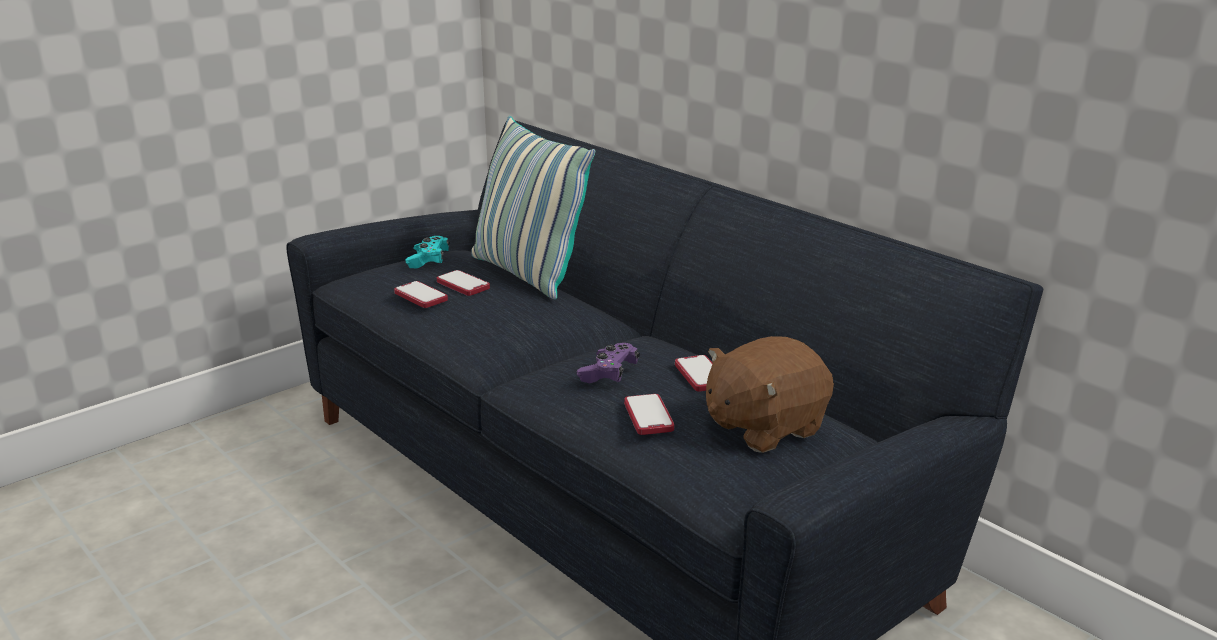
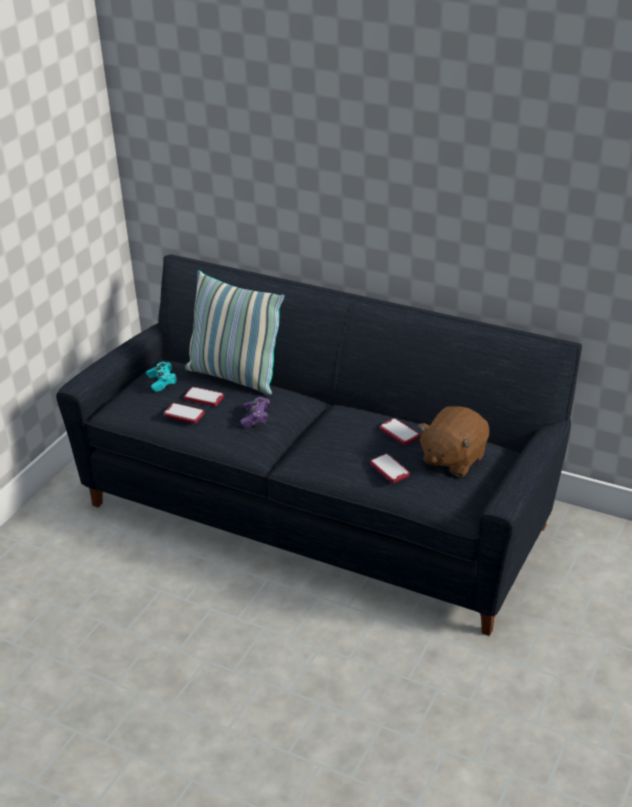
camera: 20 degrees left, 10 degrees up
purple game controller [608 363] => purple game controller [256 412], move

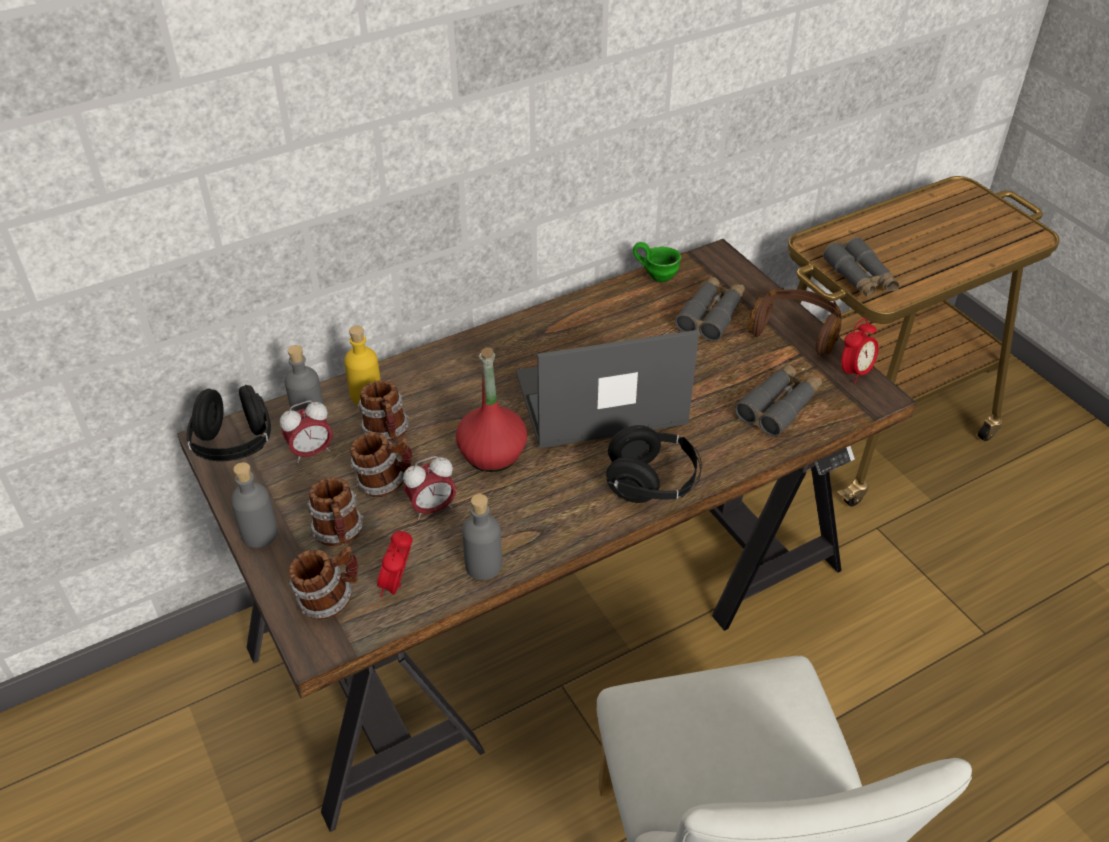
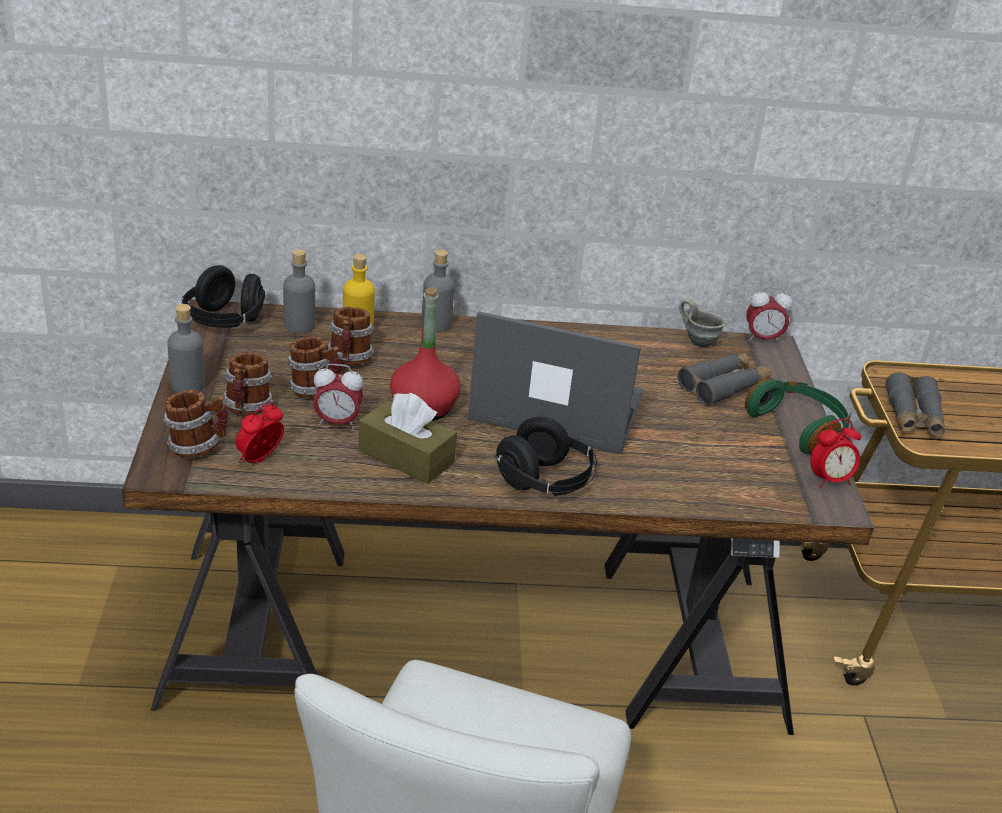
camera: 25 degrees right, 10 degrees down
alarm clock [306 431] => alarm clock [769 315], move
grey bottle [482 537] => grey bottle [438 290], move
green mug [657 262] => grey mug [702 322]
grey binoculars [778 400] => nothing
brown headphones [795 321] => green headphones [798 416]
nothing => brown tissue box [407 438]

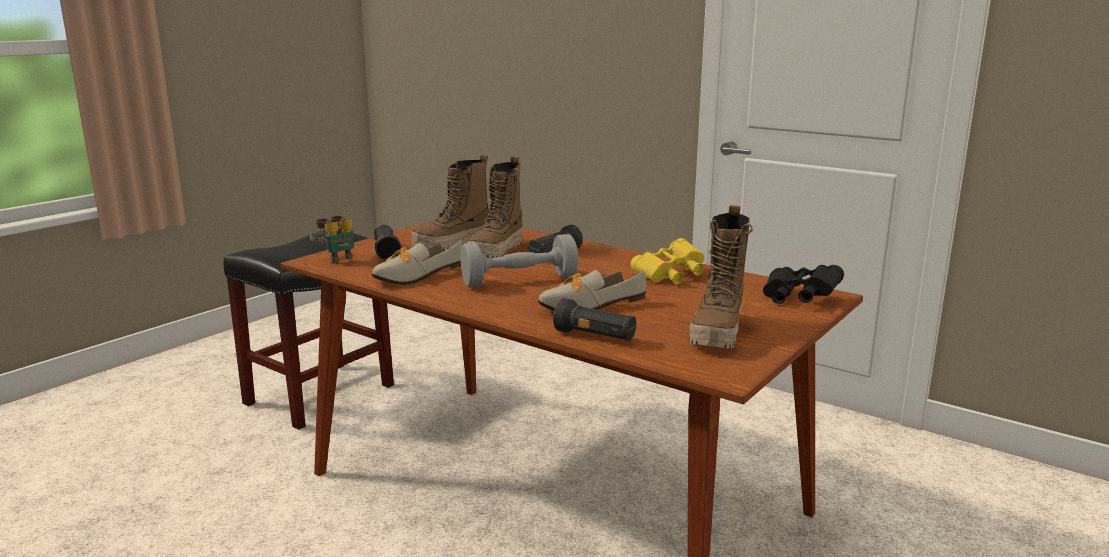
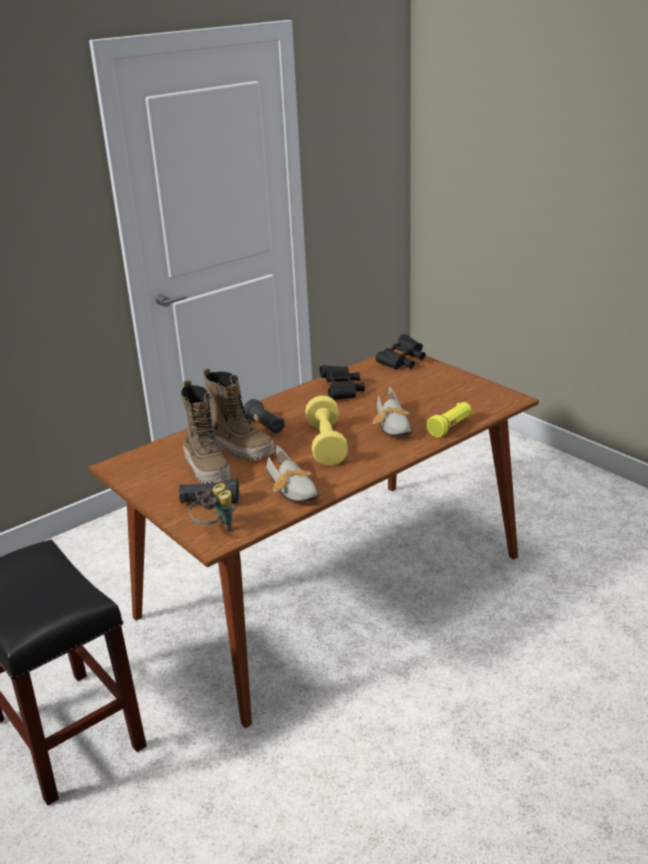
camera: 75 degrees left, 10 degrees up
grey dumbbell [519 261] => yellow dumbbell [326 431]
black flashlight [594 319] => yellow flashlight [449 420]
yellow binoculars [668 261] => black binoculars [342 382]
boot [721 277] => nothing

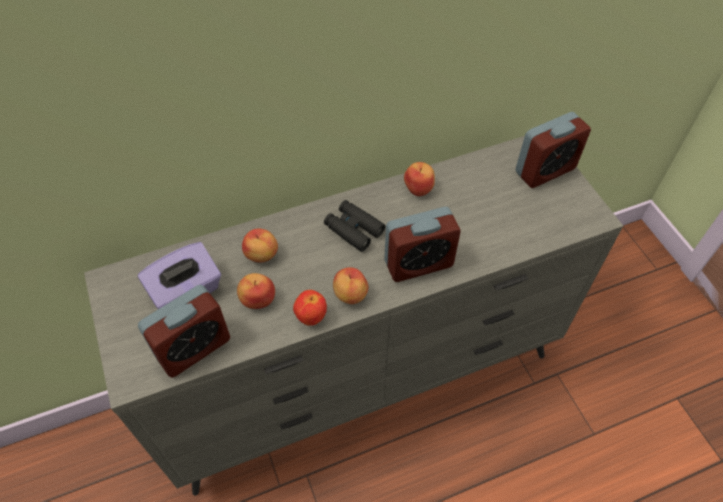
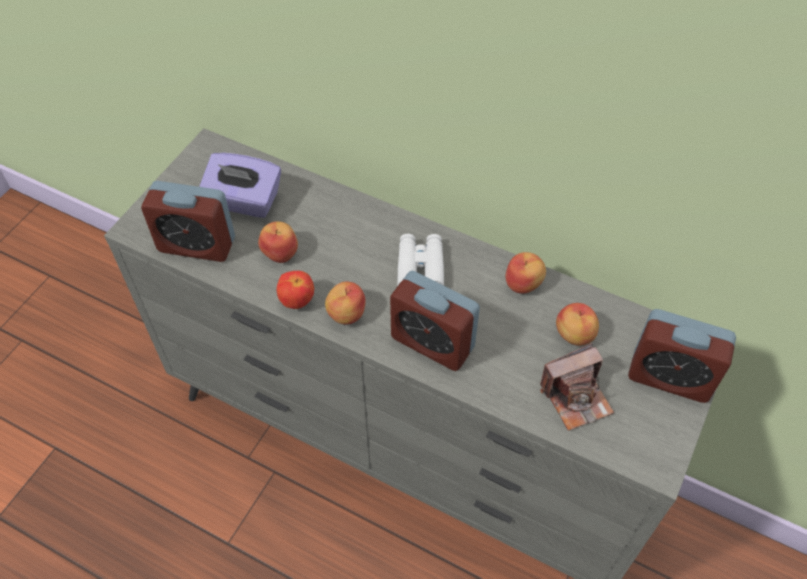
camera: 50 degrees right, 0 degrees up
apple [260 245] => apple [577 324], move
black binoculars [354 226] => white binoculars [420 260]
nothing => photo camera [577 387]

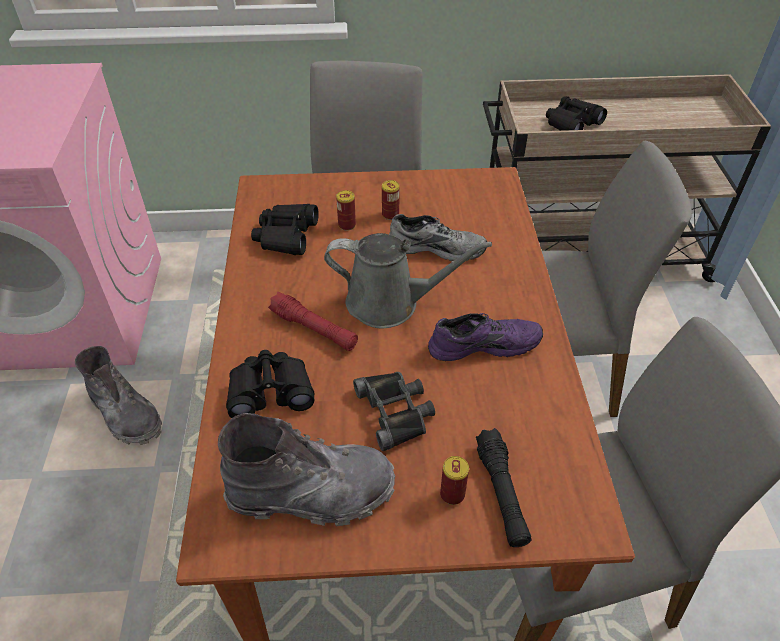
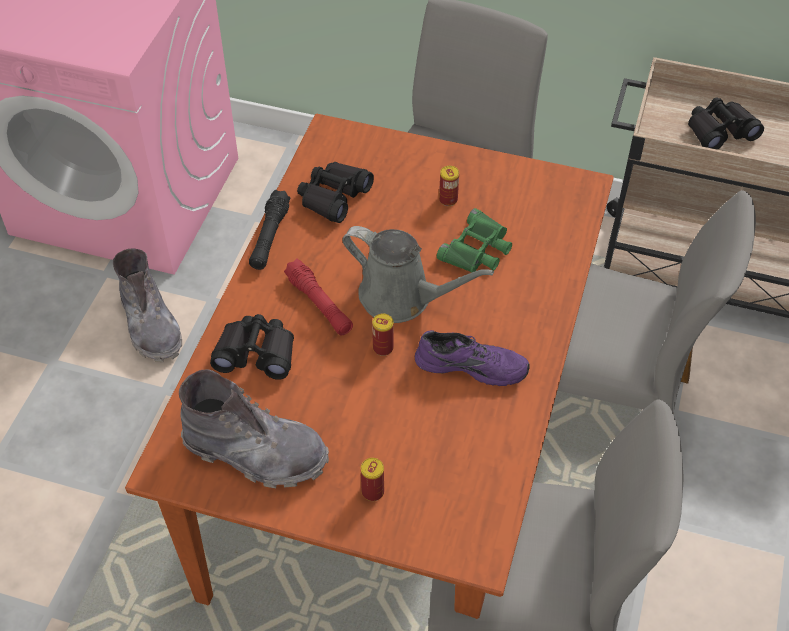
camera: 20 degrees right, 5 degrees up
can [346 210] => can [383 334], move
black binoculars [394 411] => nothing
grey shoe [438 237] => green binoculars [474 240]
black flashlight [503 487] => black flashlight [269 230], move

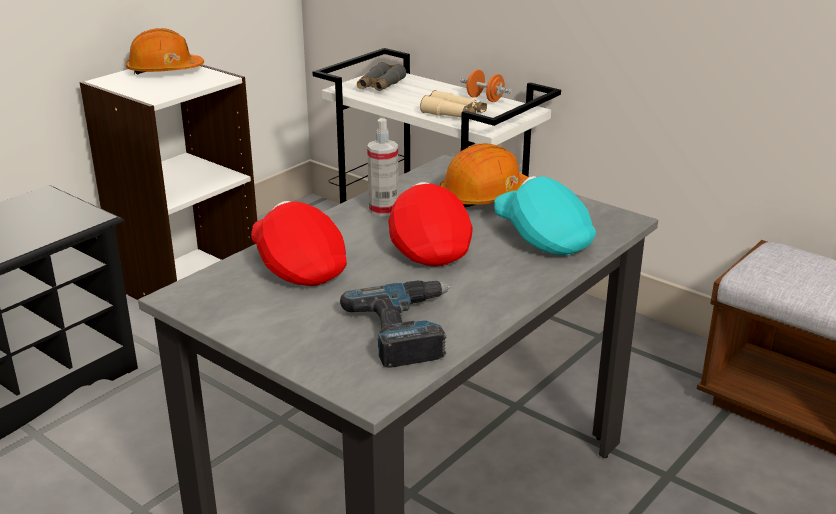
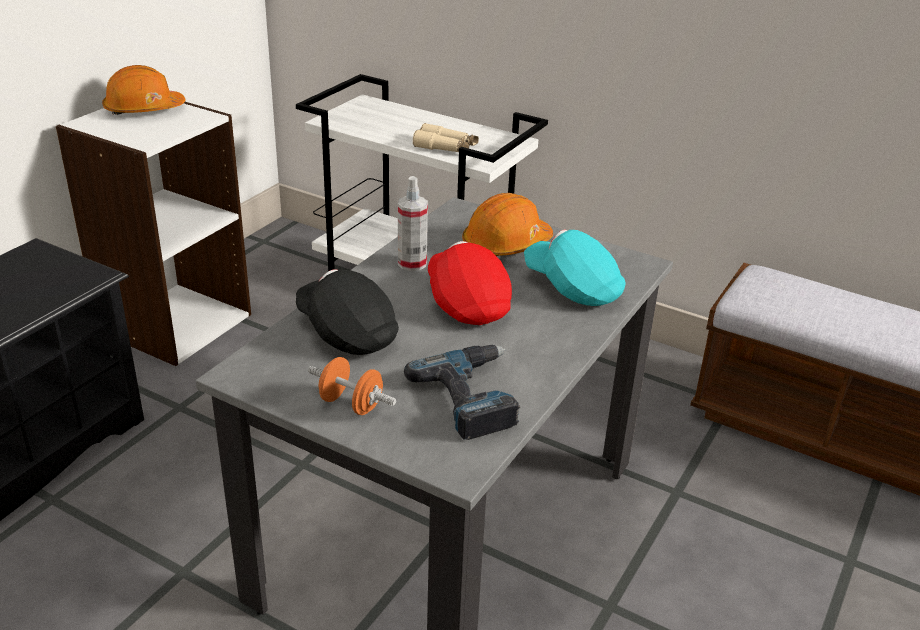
camera: 10 degrees left, 5 degrees up
red cap [299 243] => black cap [347 312]
grey binoculars [381 76] => nothing
orange dumbbell [486 86] => orange dumbbell [352 386], move

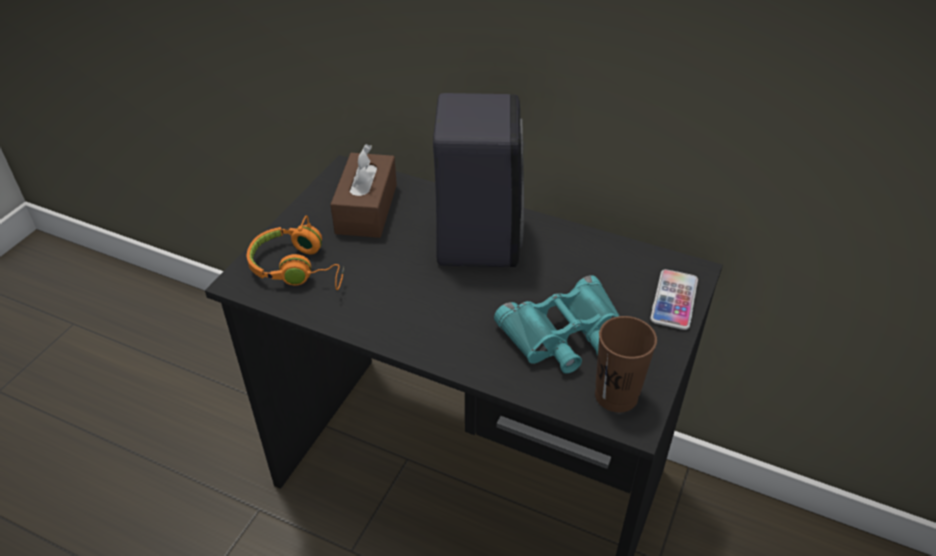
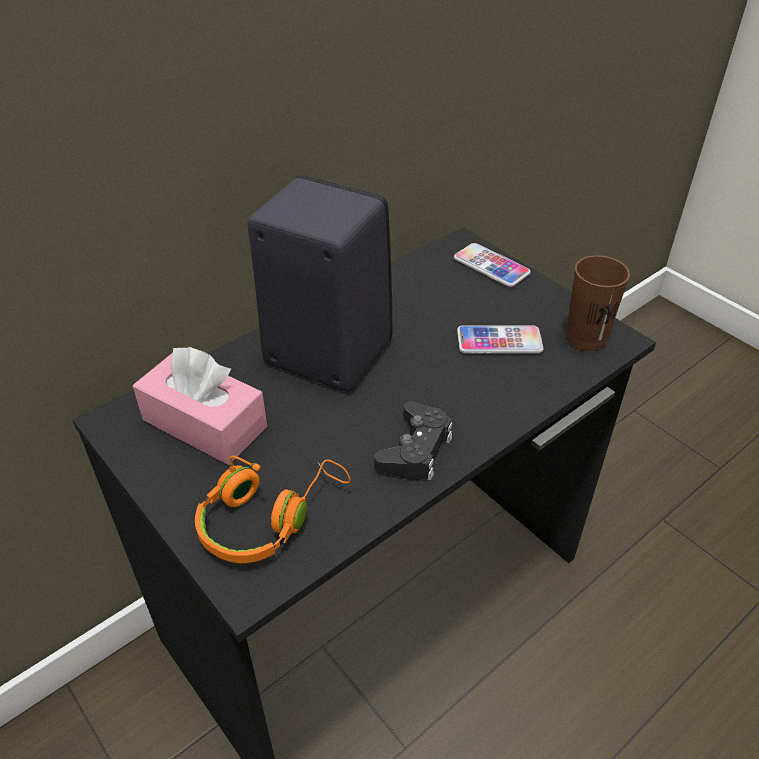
camera: 65 degrees left, 0 degrees up
brown tissue box [363 191] => pink tissue box [200 406]
turquoise binoculars [556 324] => phone [500 339]
nothing => black game controller [413 440]

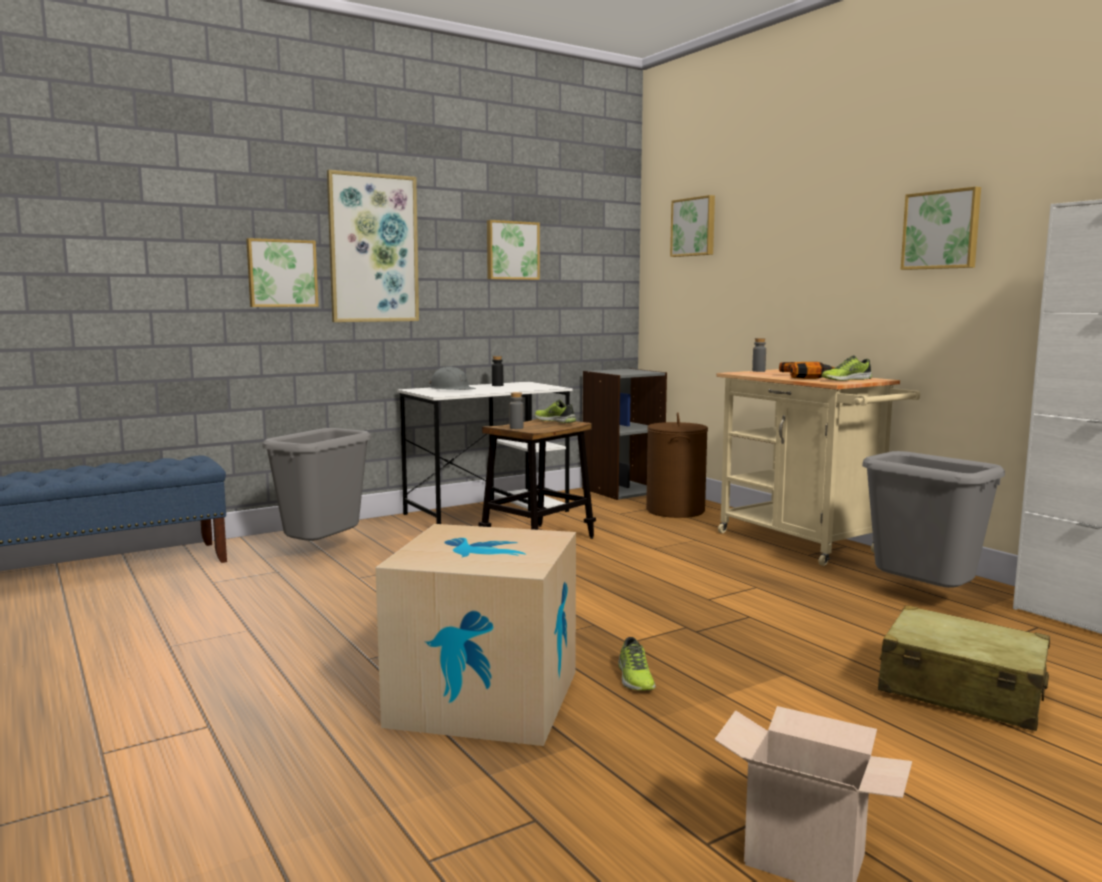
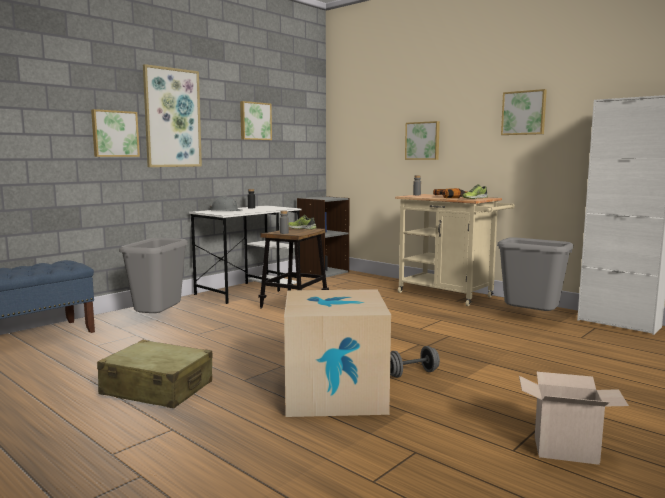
camera: 15 degrees left, 0 degrees up
shoe [637 664] => grey dumbbell [415 362]
brown laundry basket [677 465] => nothing
picture [692 226] => picture [422 140], move
beige suitcase [964 668] => beige suitcase [155 374], move

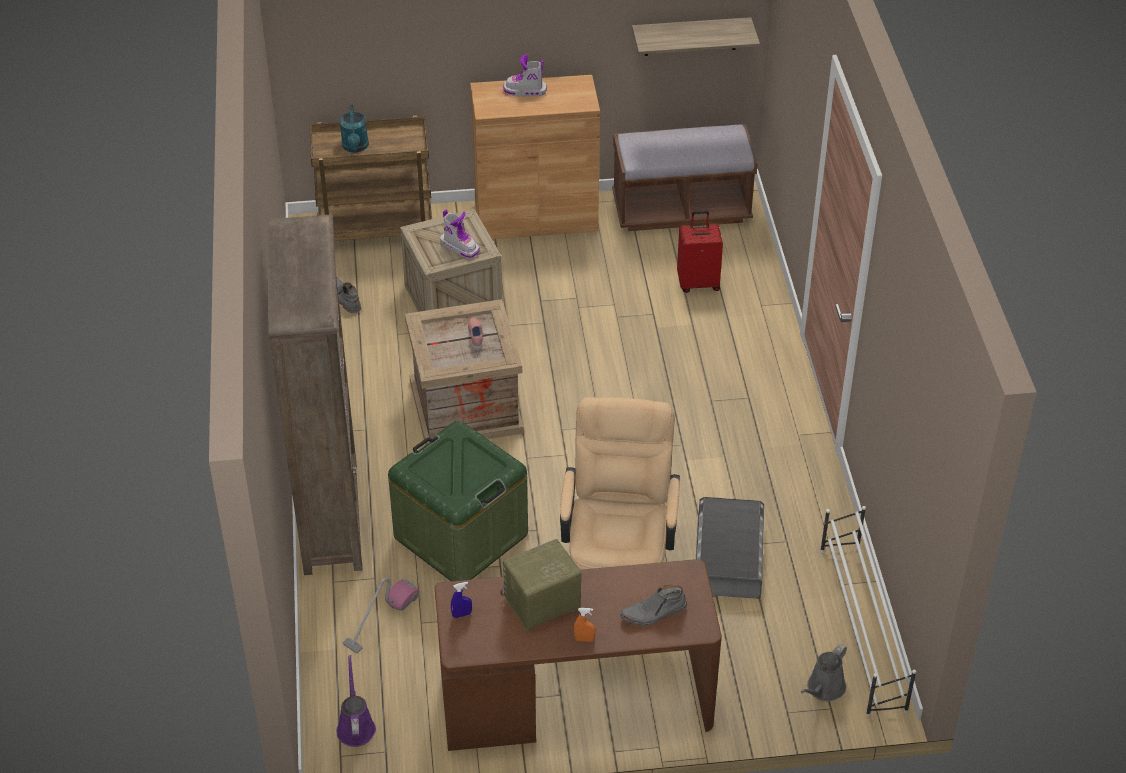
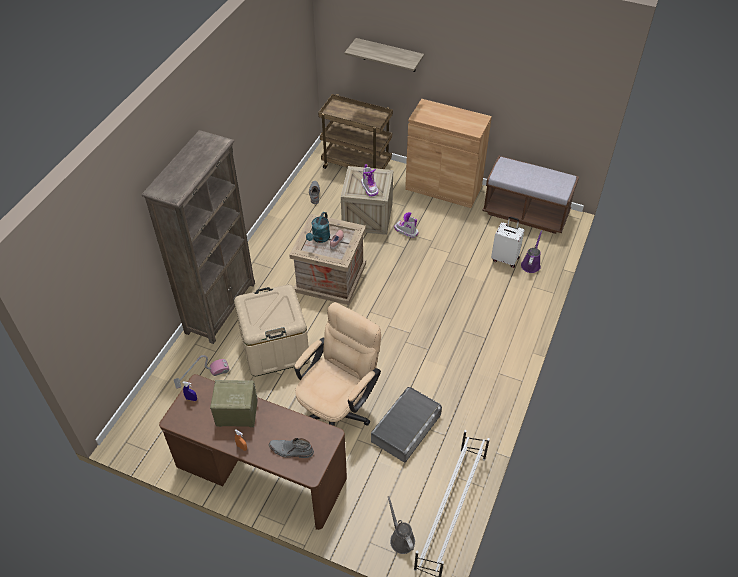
camera: 30 degrees right, 5 degrees up
purple watering can [356 701] => purple watering can [531 251], move
turquoise watering can [354 128] => turquoise watering can [318 227], move
green storage box [458 501] => beige storage box [272 330]
boot [525 75] => boot [406 225], move
shelf [696 36] => shelf [384 55], move
red suitcase [700 252] => white suitcase [507 242]
grey watering can [824 672] => grey watering can [401 525], 90 degrees clockwise

